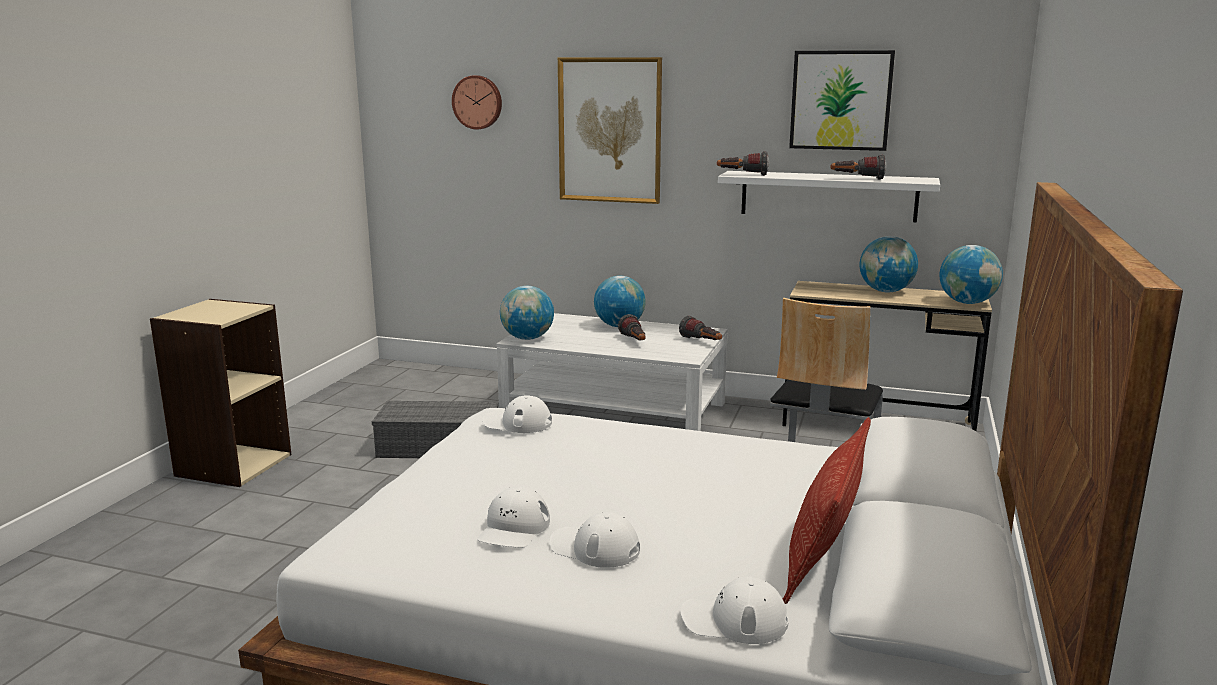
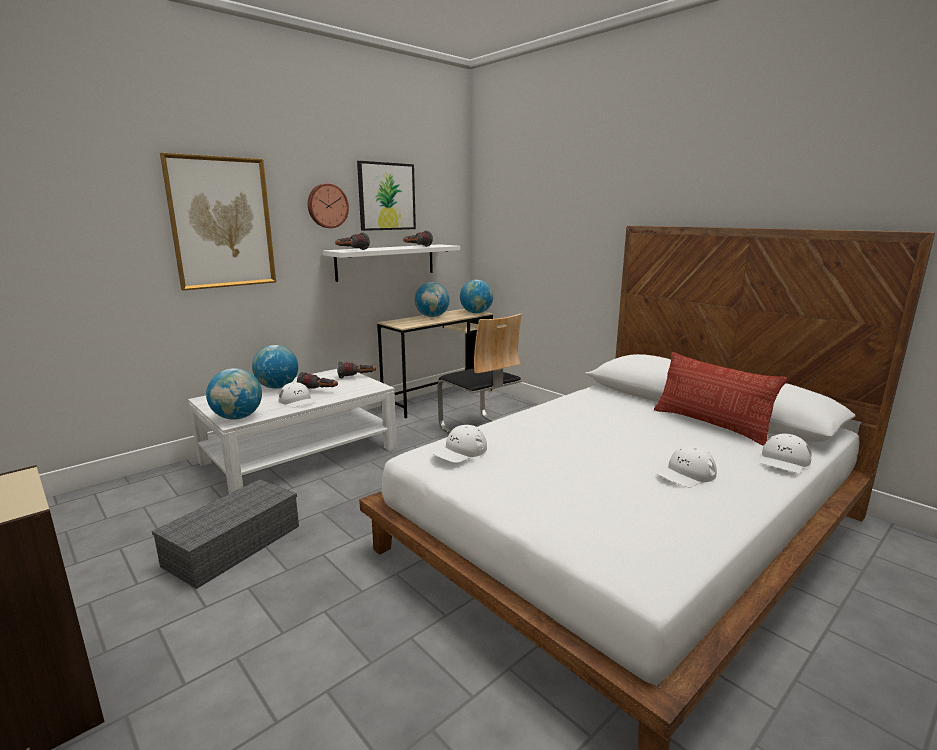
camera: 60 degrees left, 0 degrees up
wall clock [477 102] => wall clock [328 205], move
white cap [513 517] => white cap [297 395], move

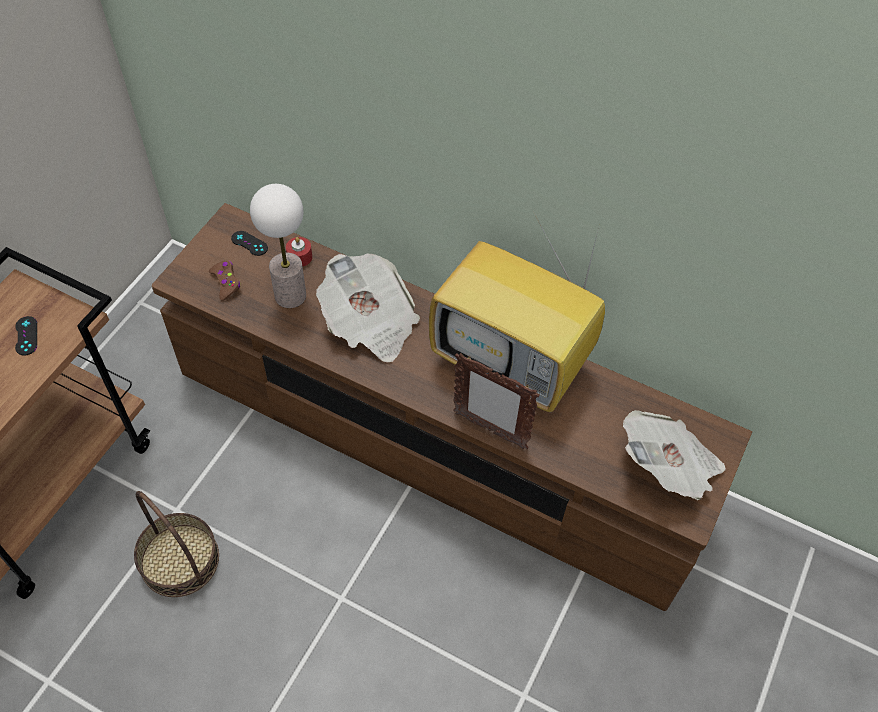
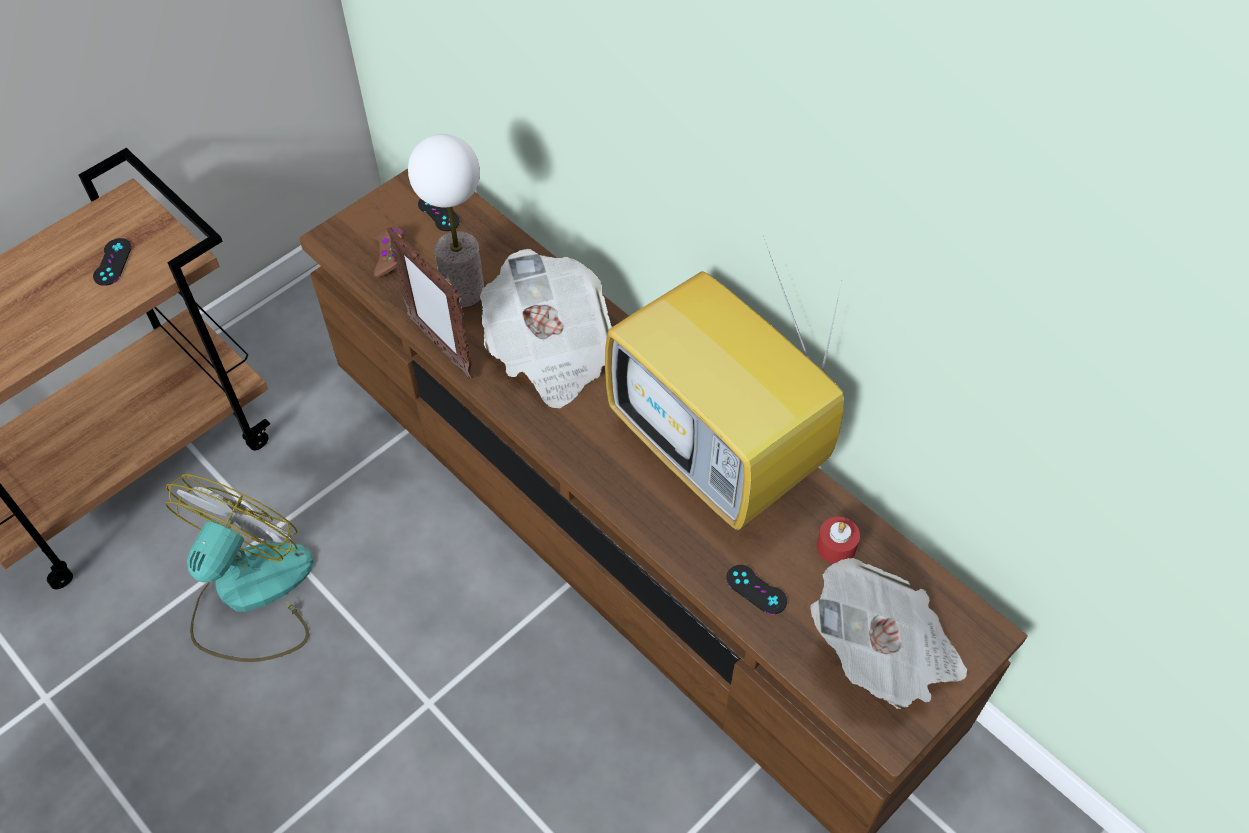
camera: 20 degrees right, 0 degrees up
basket [176 544] => fan [240 568]
red candle [299 251] => red candle [838 540], move
picture frame [496 401] => picture frame [430 303], move
nothing => black game controller [756 590]

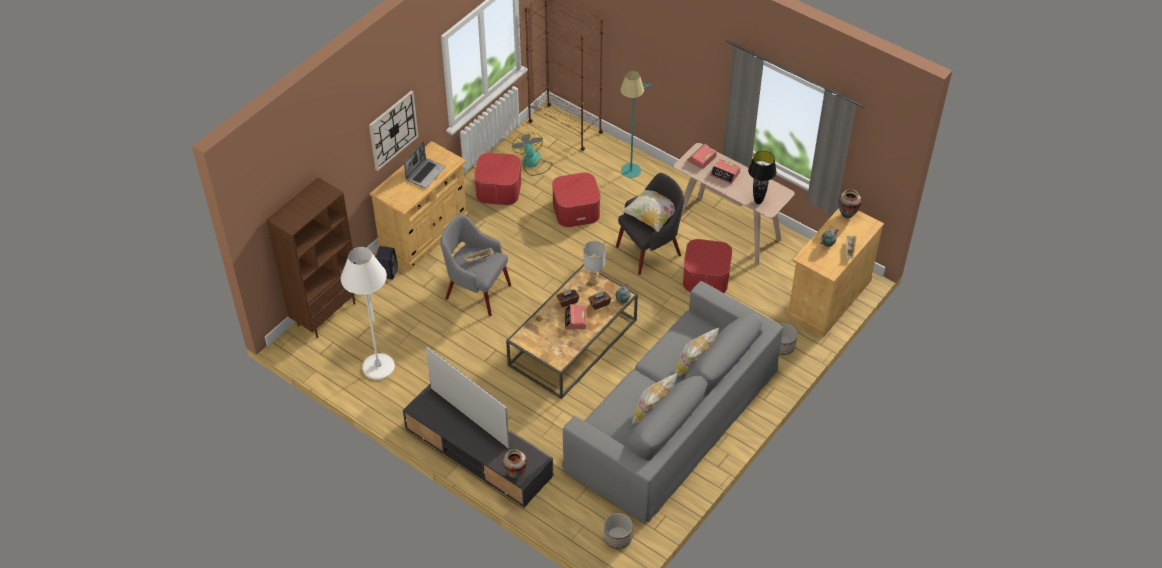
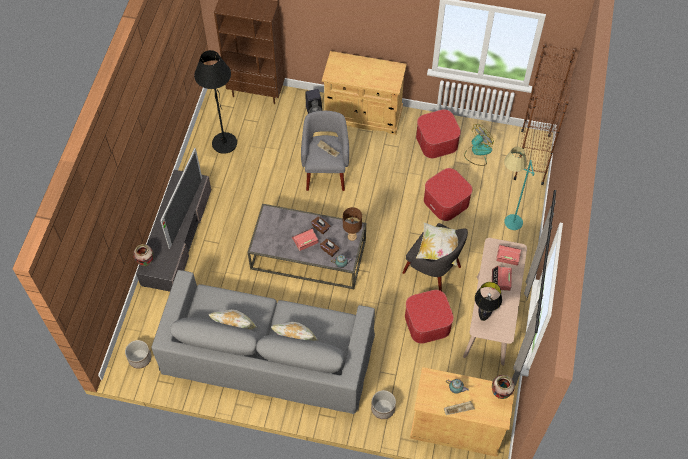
camera: 65 degrees right, 10 degrees up
white floor lamp [368 313] => black floor lamp [215 102]
wall clock [394 130] => nothing
laptop [424 165] => nothing
brown coffee table [572 332] => grey coffee table [307 246]
grey table lamp [594 263] => brown table lamp [352 224]

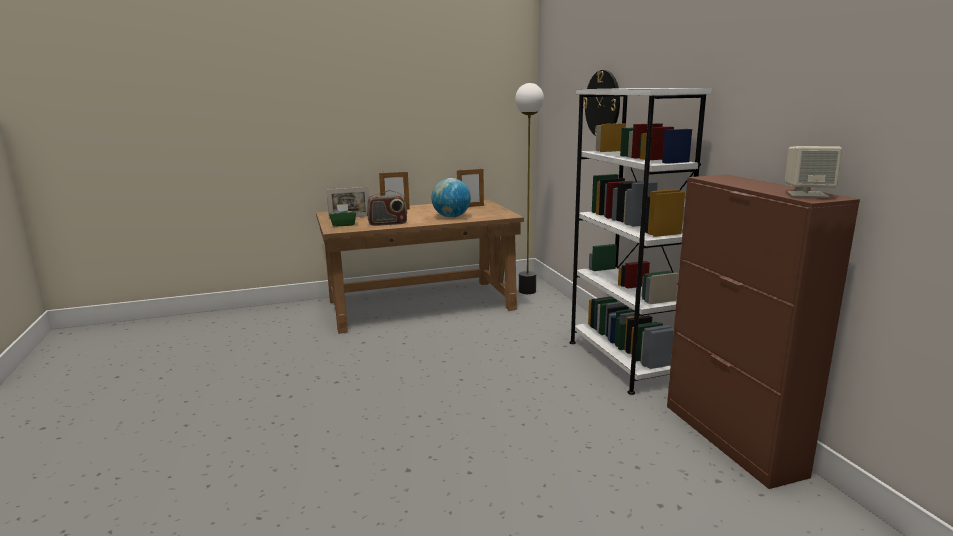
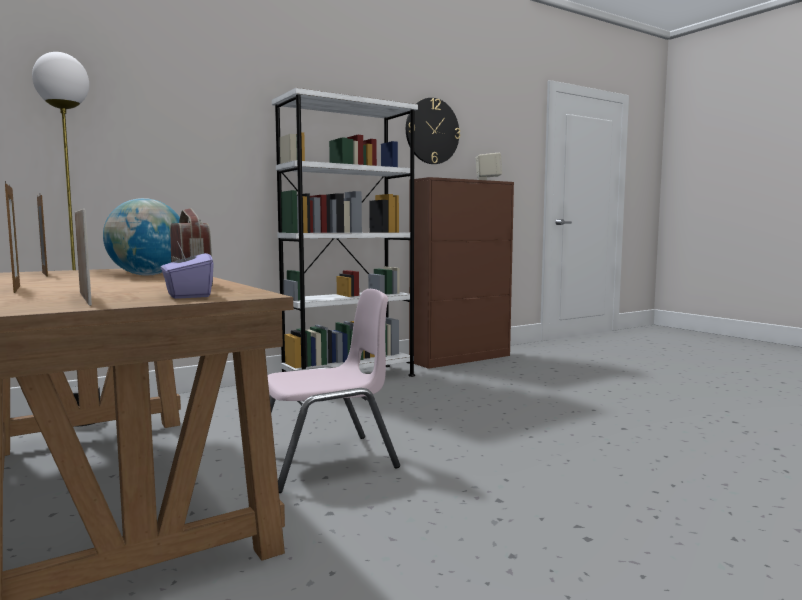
camera: 105 degrees left, 10 degrees down
green tissue box [342 215] => purple tissue box [187 270]
wall clock [601 103] => wall clock [433 131], move
nothing => pink chair [333 391]

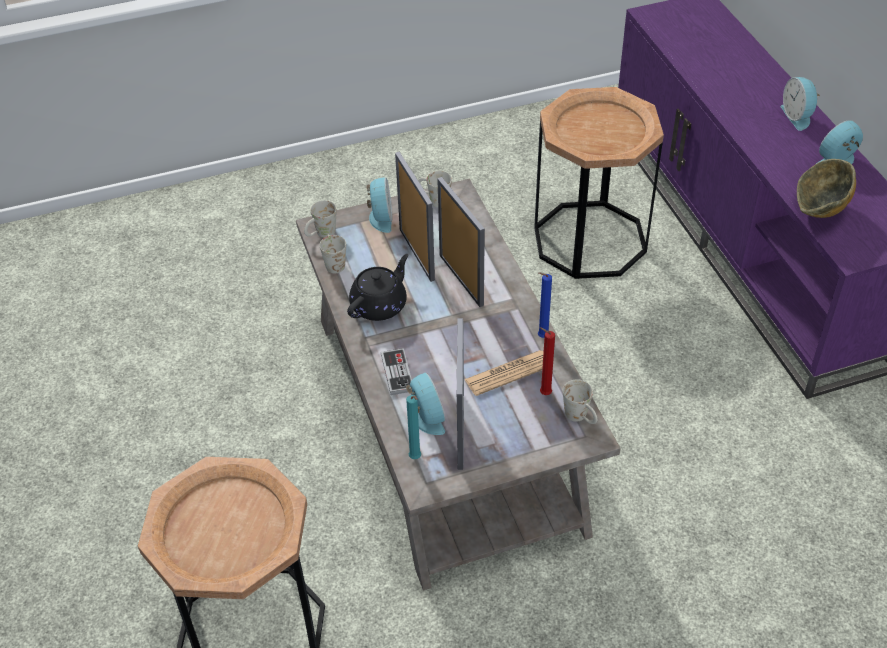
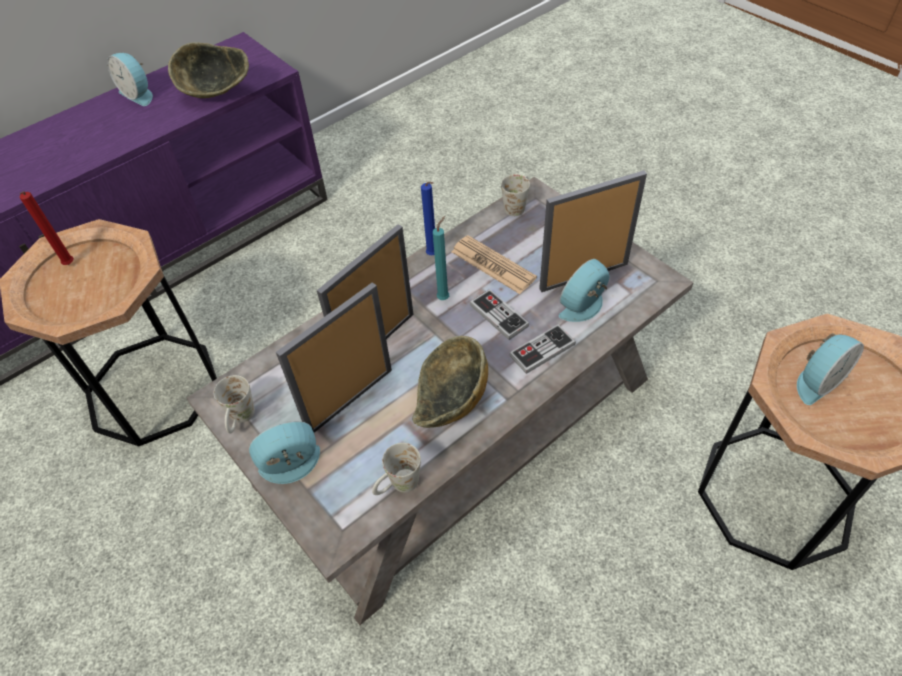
camera: 110 degrees left, 5 degrees up
white mug [320 219] => nothing
black teapot [378 287] => bowl [450 382]
turquoise candle [413 427] => turquoise candle [441 258], move
red candle [547 361] => red candle [47 228], move
alarm clock [800 104] => alarm clock [830 369], move
nothing => game controller [499 314]

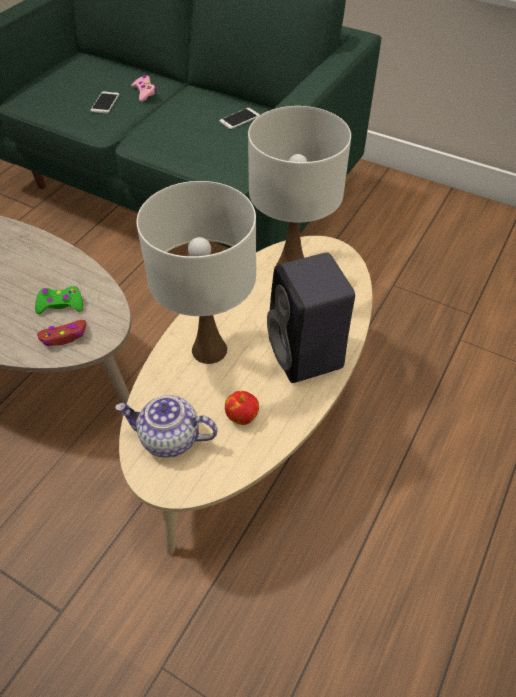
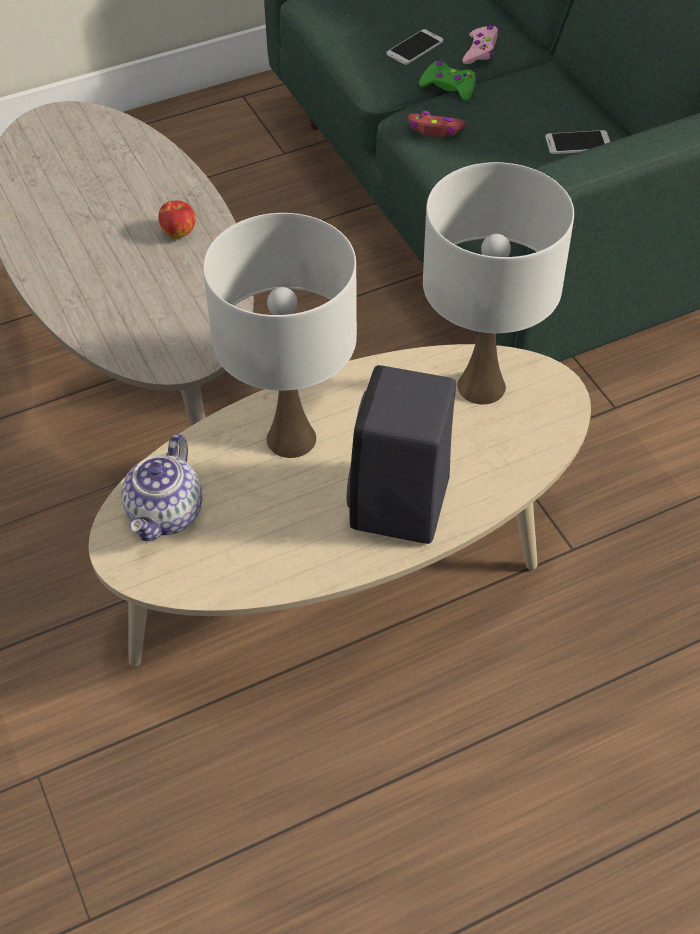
camera: 35 degrees right, 0 degrees up
green game controller [59 300] => green game controller [447 81], move
red game controller [61 333] => red game controller [437 124], move
teapot [166 426] => teapot [162 487], 120 degrees counterclockwise
apple [242 408] => apple [177 220], move

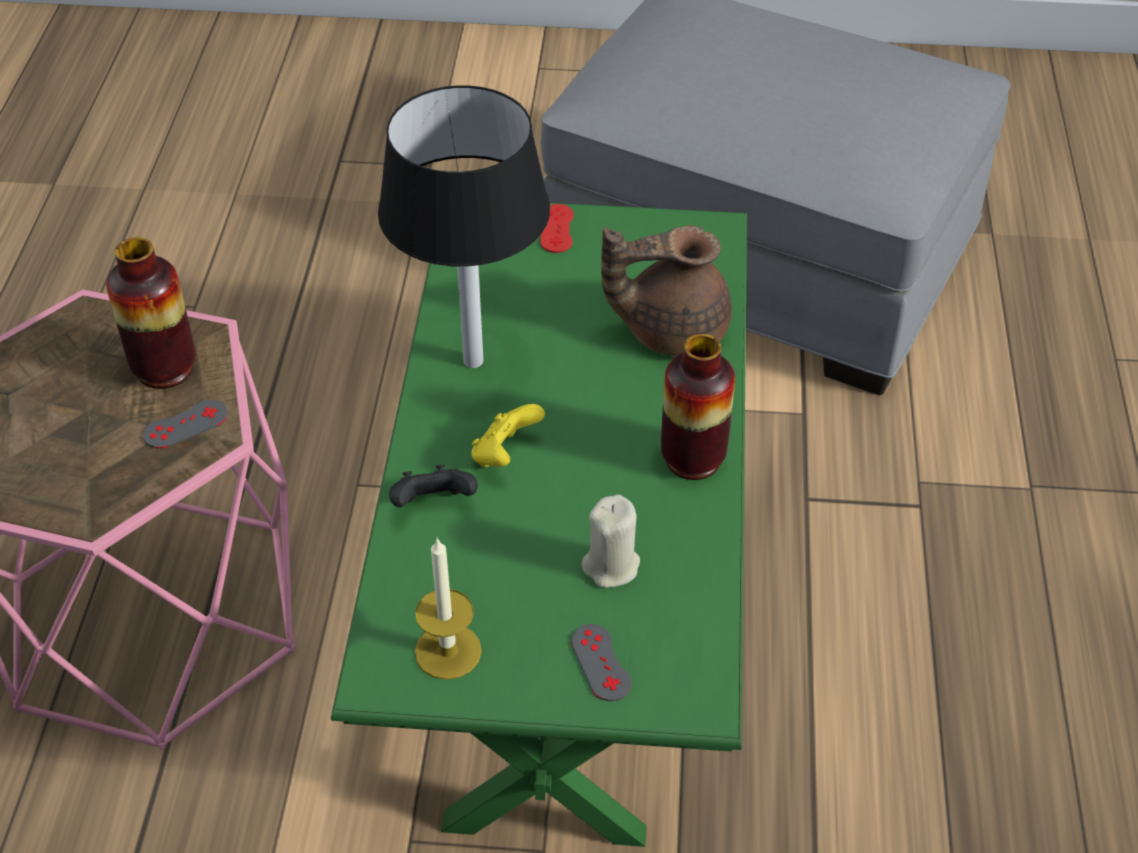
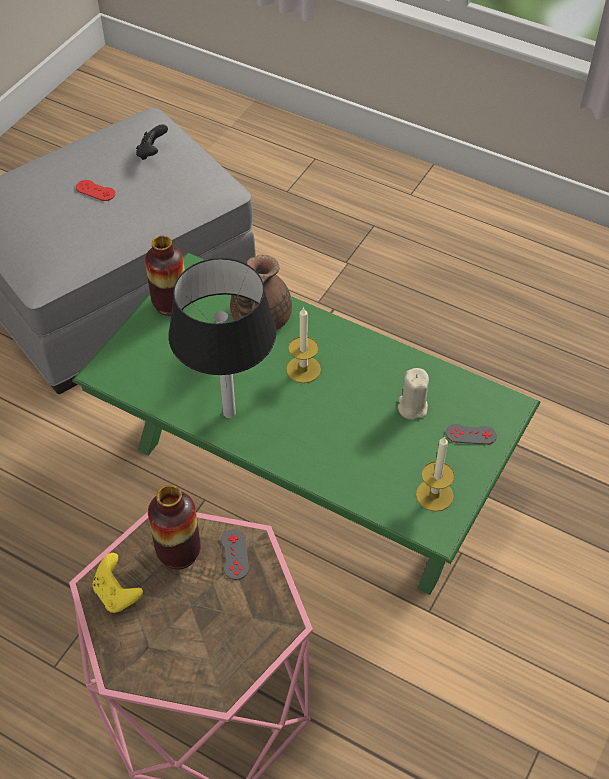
camera: 65 degrees left, 5 degrees up
black game controller [433 485] => black game controller [152 142], move
yellow game controller [508 435] => yellow game controller [118 583], move
red game controller [557 228] => red game controller [95 190], move
vase [698 407] => vase [165 276], move
nothing => candle [303 344]

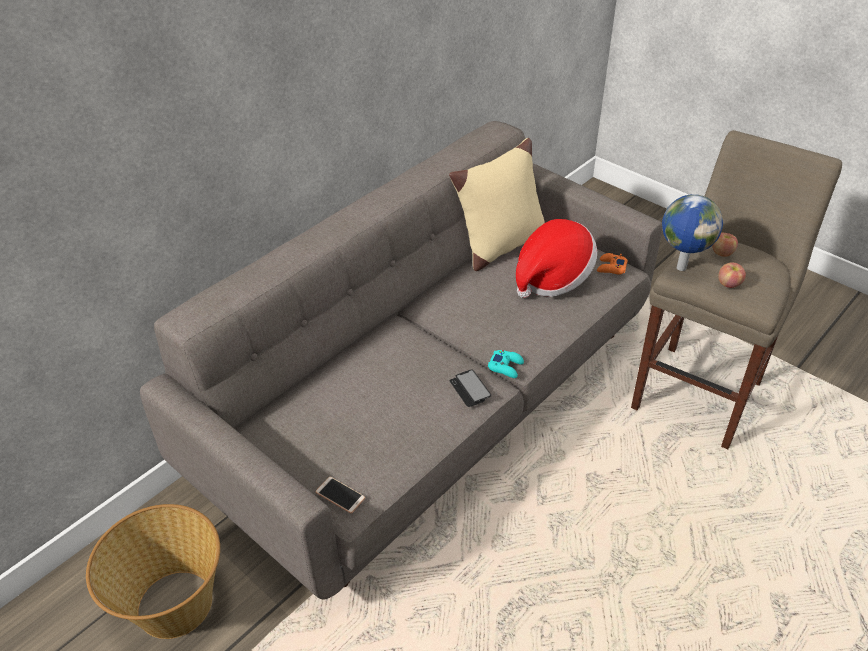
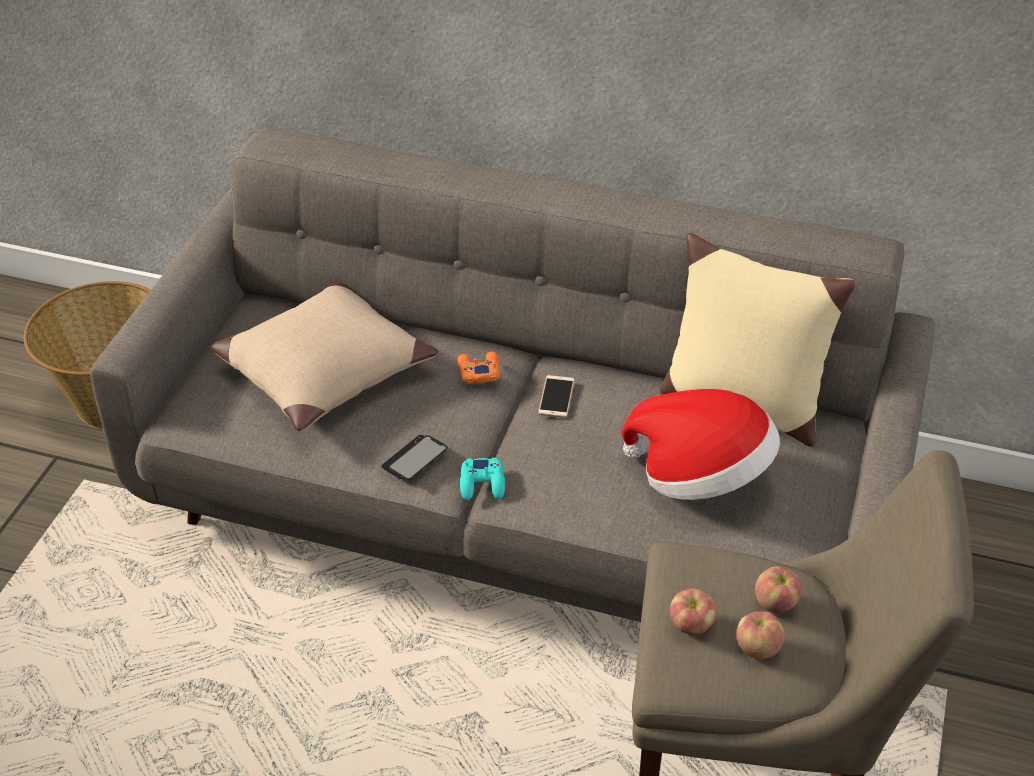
camera: 65 degrees right, 0 degrees up
phone [340 495] => phone [556 396], move
orange game controller [612 264] => orange game controller [478 367], move
globe [692 232] => nothing
nothing => beige pillow [325 357]
nothing => apple [760 635]

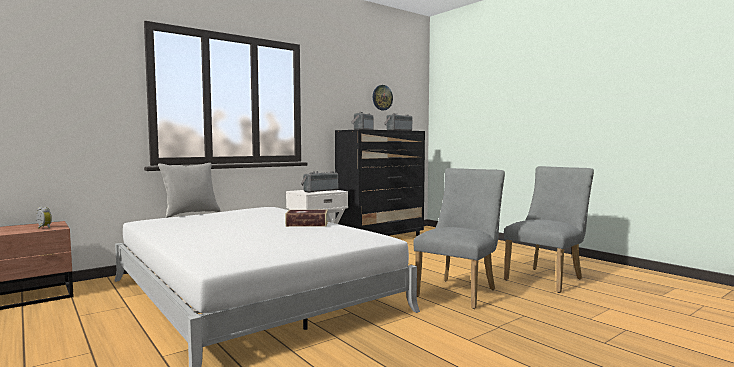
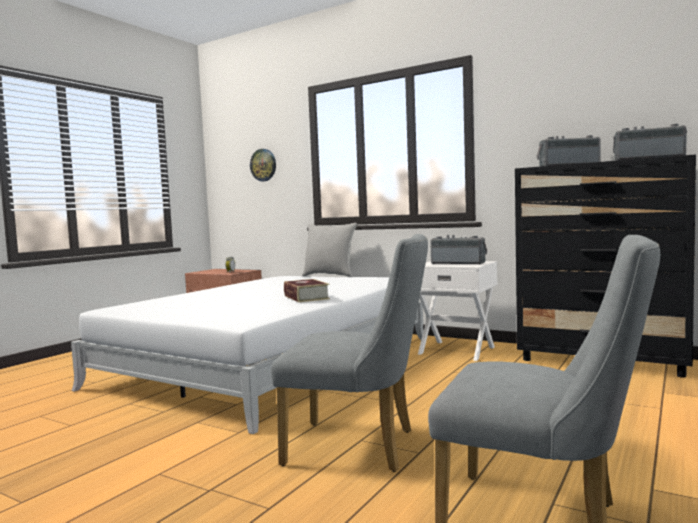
camera: 70 degrees right, 0 degrees up
wall clock [383 97] => wall clock [263 165], move

